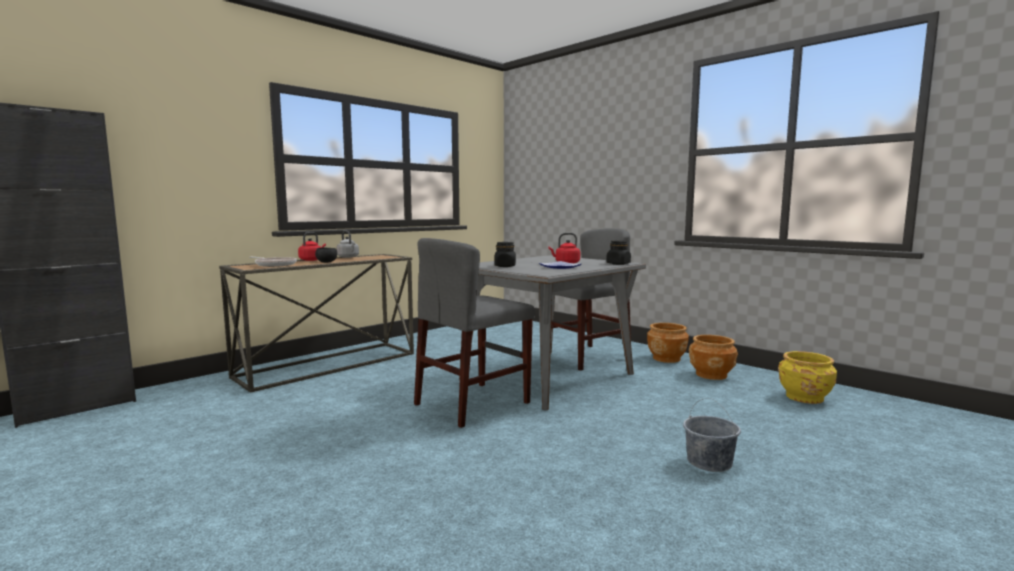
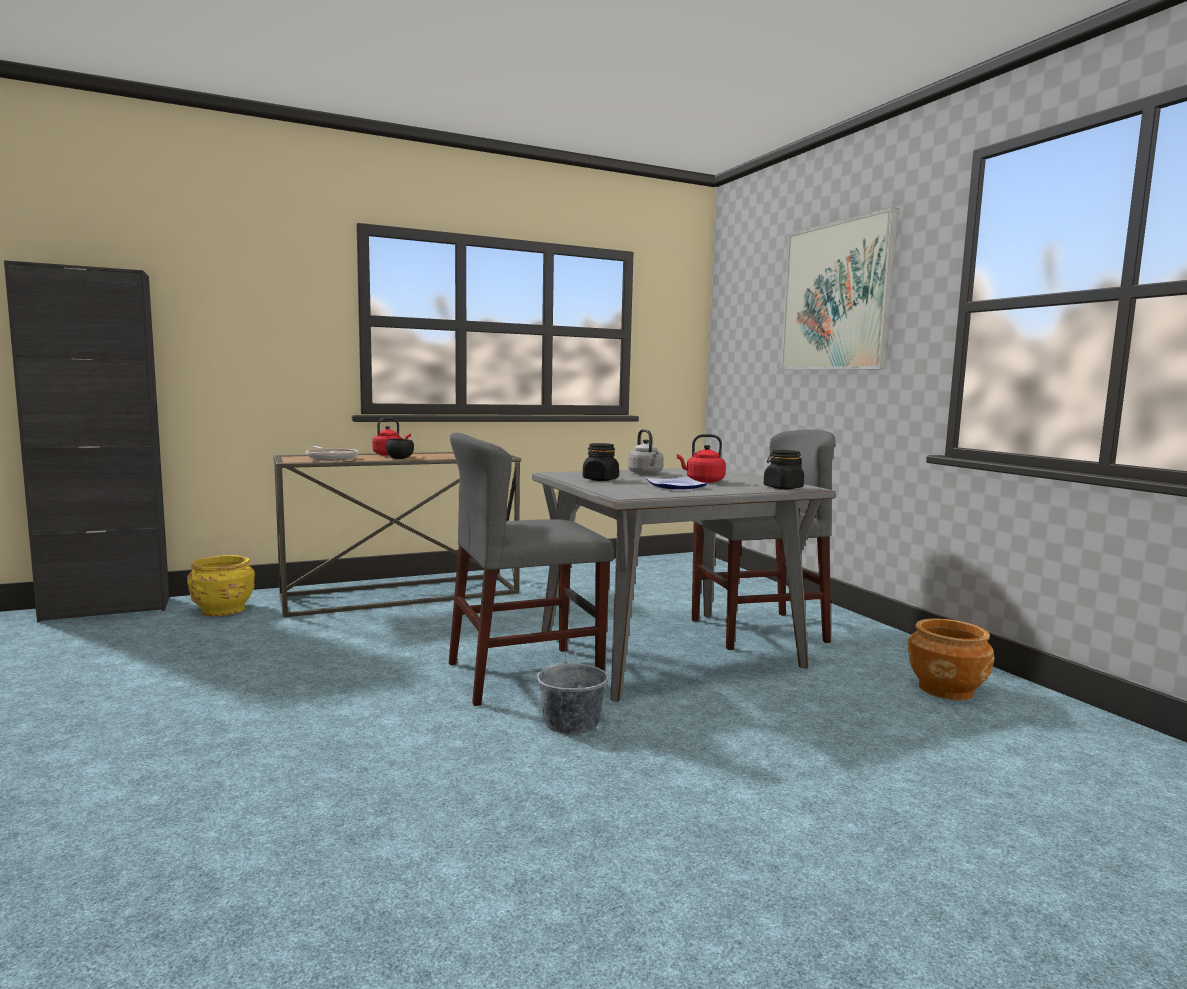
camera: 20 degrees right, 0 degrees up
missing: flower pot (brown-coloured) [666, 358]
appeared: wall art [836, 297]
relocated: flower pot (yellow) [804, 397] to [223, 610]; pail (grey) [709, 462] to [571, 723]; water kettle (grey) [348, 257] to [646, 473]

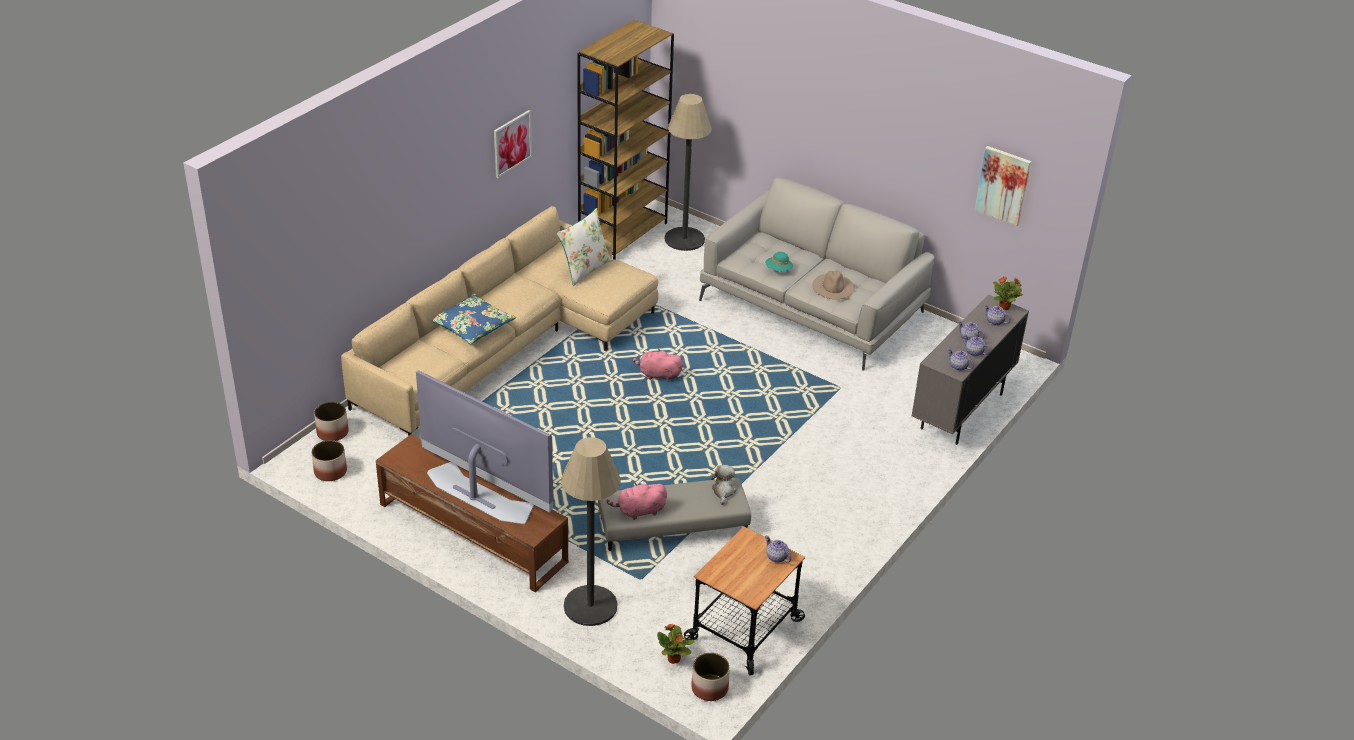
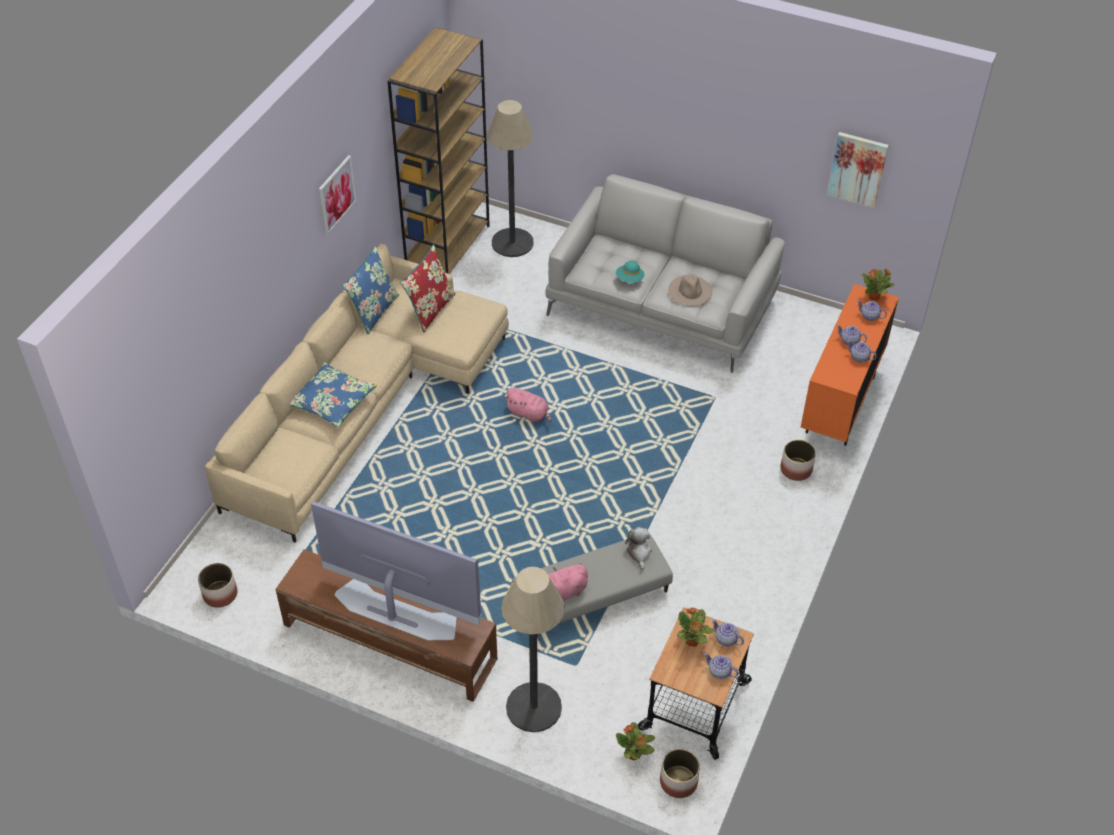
camera: 10 degrees left, 10 degrees up
appeared: throw pillow (blue-coloured) [374, 311]; plant in a pot [692, 642]
relocated: teapot [958, 366] to [719, 671]; flower pot [332, 432] to [796, 469]
colour: throw pillow (white) [584, 269] to throw pillow (reddish) [430, 309]; storage cabinet (grey) [961, 412] to storage cabinet (orange-coloured) [840, 405]
spun: cuddly toy (pink-coloured) [658, 375] = [529, 414] 150 degrees counterclockwise

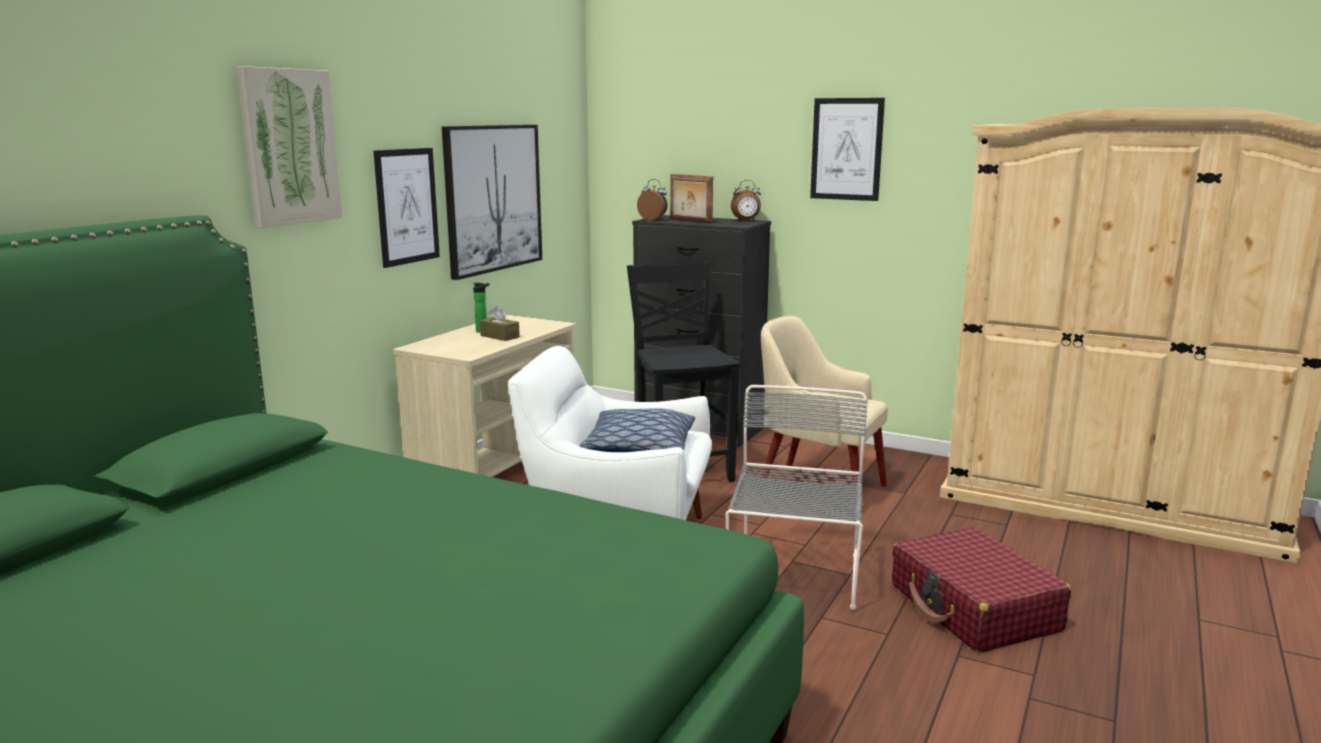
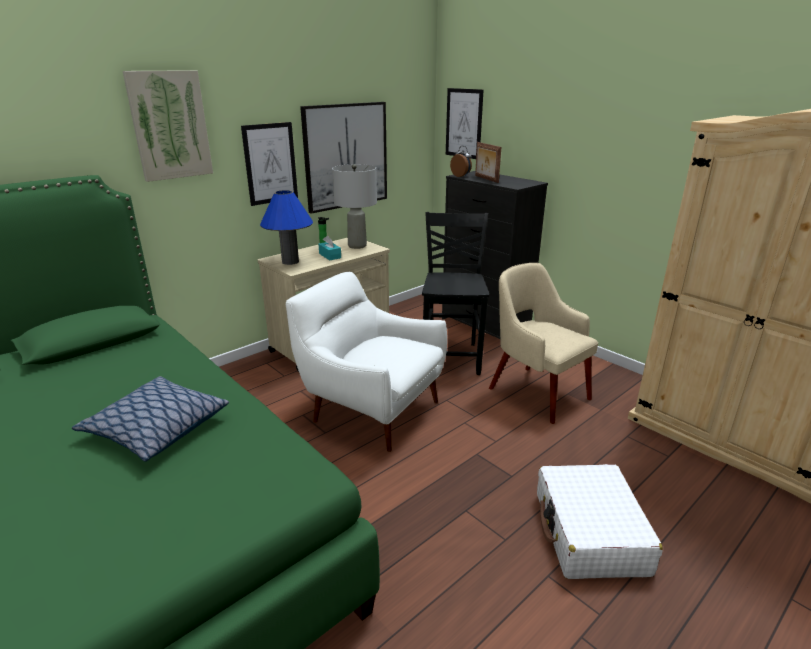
camera: 20 degrees right, 10 degrees up
missing: plain chair (grey) [794, 576]; alarm clock [746, 221]
appeared: lamp for a table (blue-coloured) [290, 262]; lamp for a table (grey) [357, 246]
relocated: throw pillow [639, 448] to [156, 429]; wall art [846, 149] to [464, 123]
colour: box of tissues (brown-coloured) [500, 336] to box of tissues (turquoise-coloured) [330, 256]; suitcase (reddish) [974, 608] to suitcase (white) [589, 533]

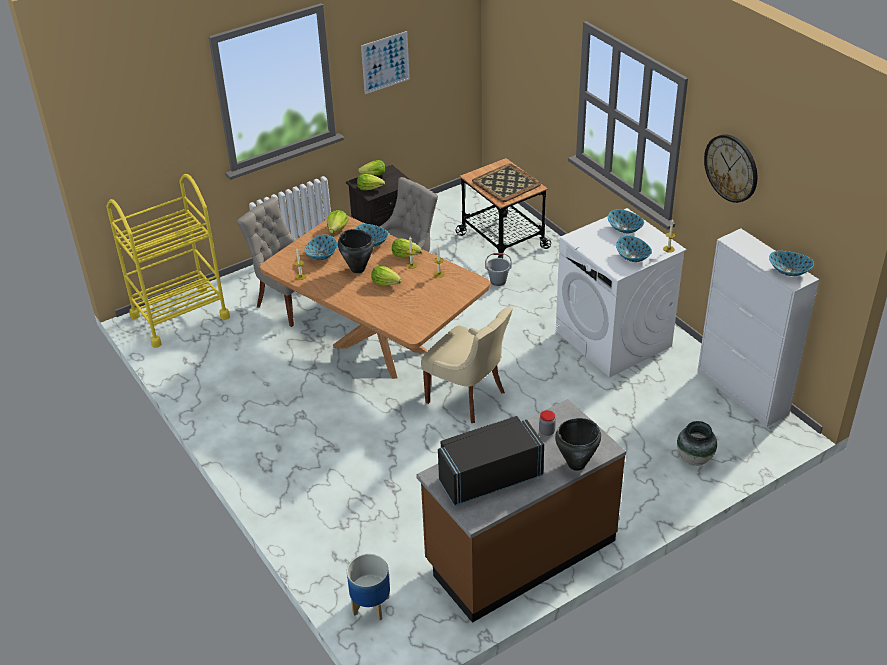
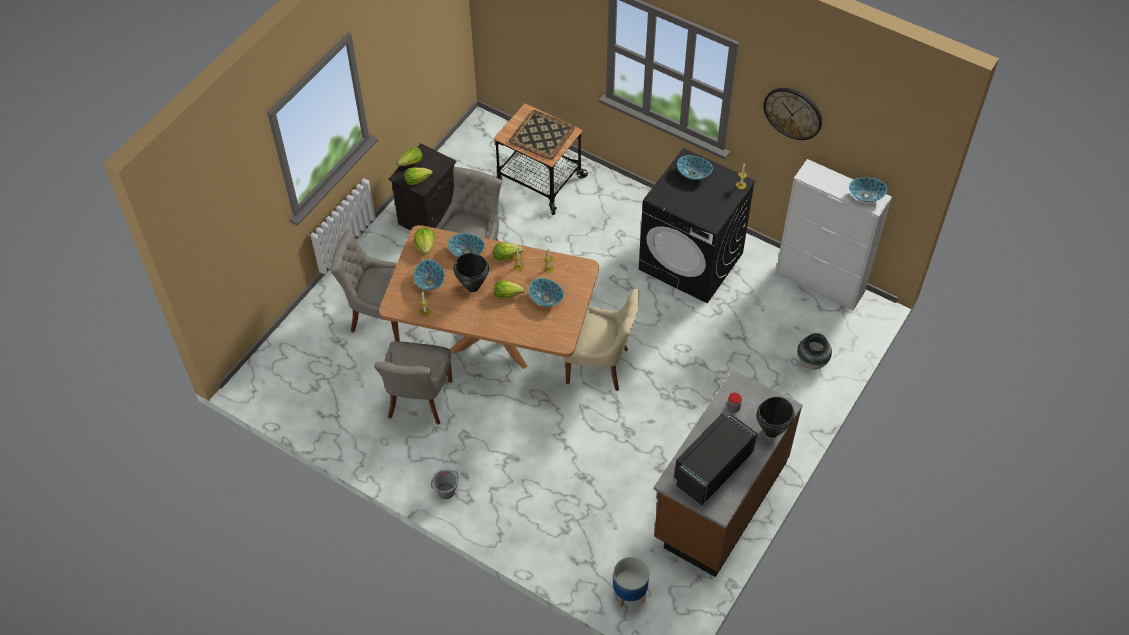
camera: 25 degrees left, 15 degrees up
missing: wheeled cart (yellow) [180, 316]; wall art [385, 62]
appeared: plain chair (grey) [418, 400]
relocated: pail (grey) [498, 281] to [446, 491]; serving bowl [632, 257] to [546, 298]
colour: laundry appliance (white) [613, 339] to laundry appliance (black) [691, 261]

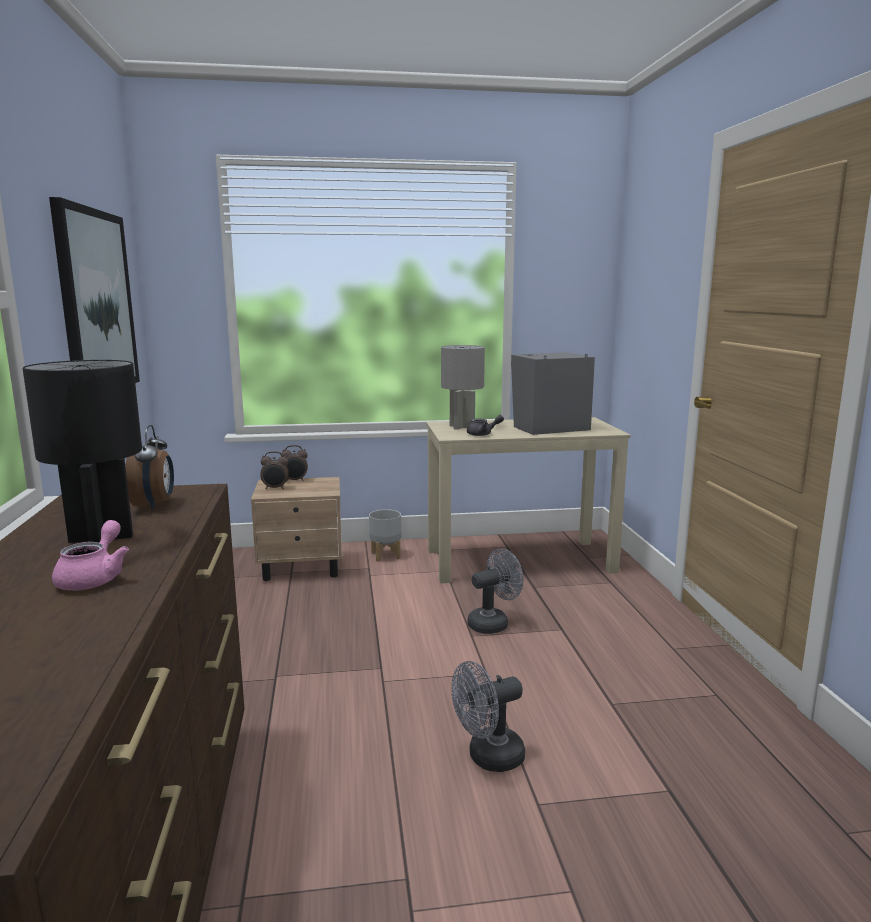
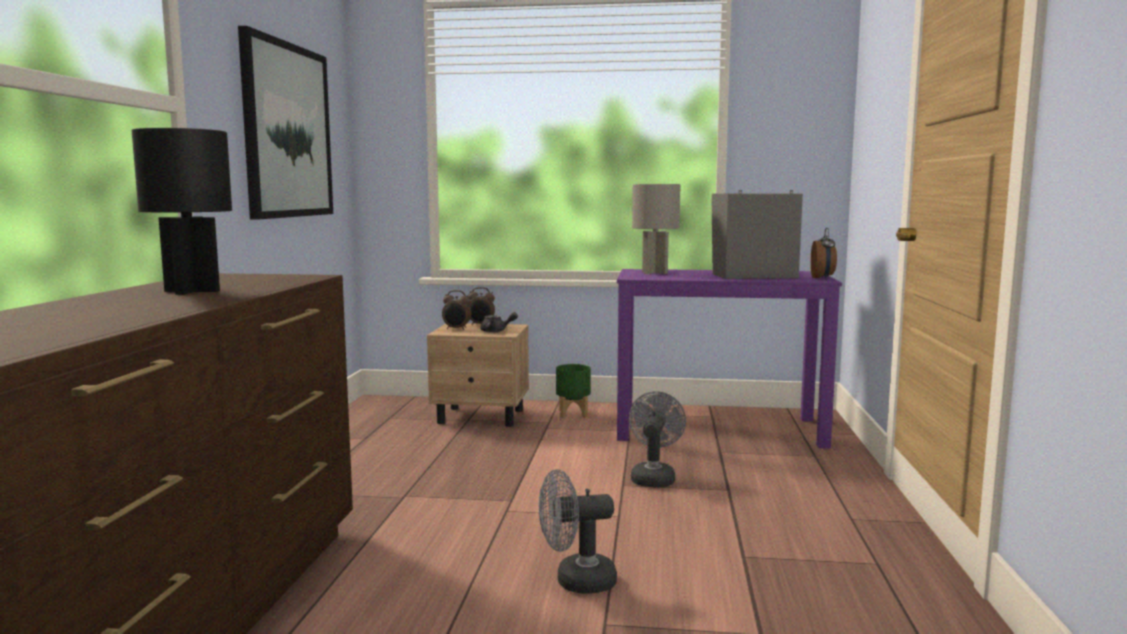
camera: 15 degrees right, 5 degrees down
missing: teapot (pink-coloured) [94, 578]
relocated: teapot (grey) [483, 434] to [496, 331]; alarm clock [154, 505] to [822, 278]
colour: flower pot (grey) [385, 555] to flower pot (green) [573, 413]; desk unit (sand-coloured) [520, 560] to desk unit (purple-coloured) [719, 429]
spun: cooling fan (grey) [493, 623] = [653, 477] 60 degrees counterclockwise

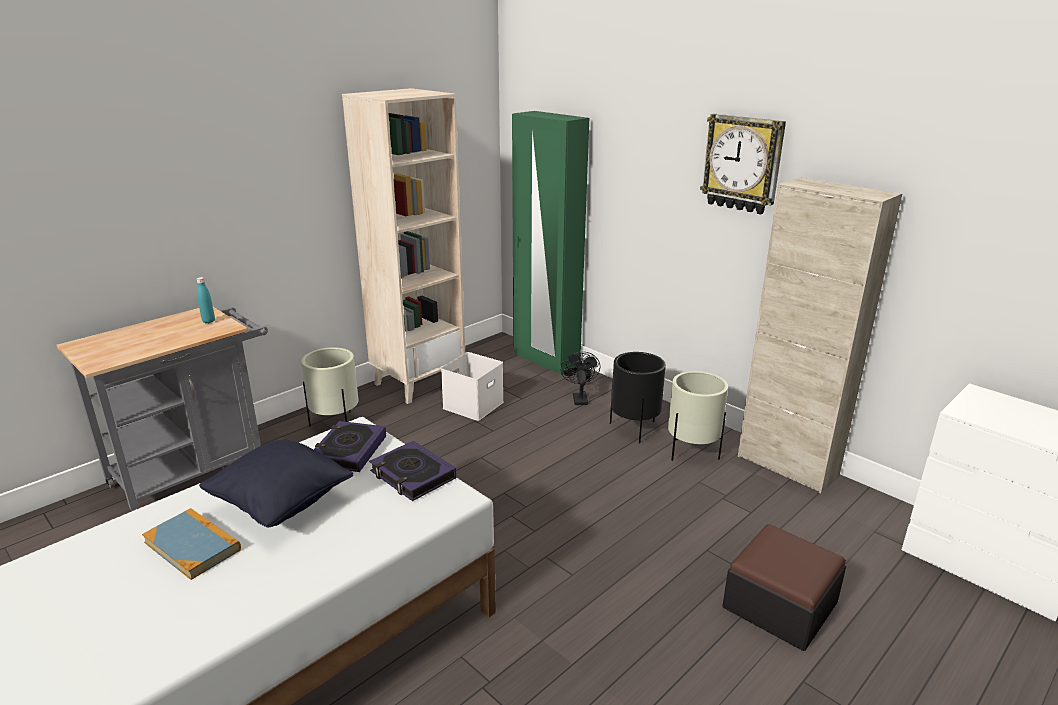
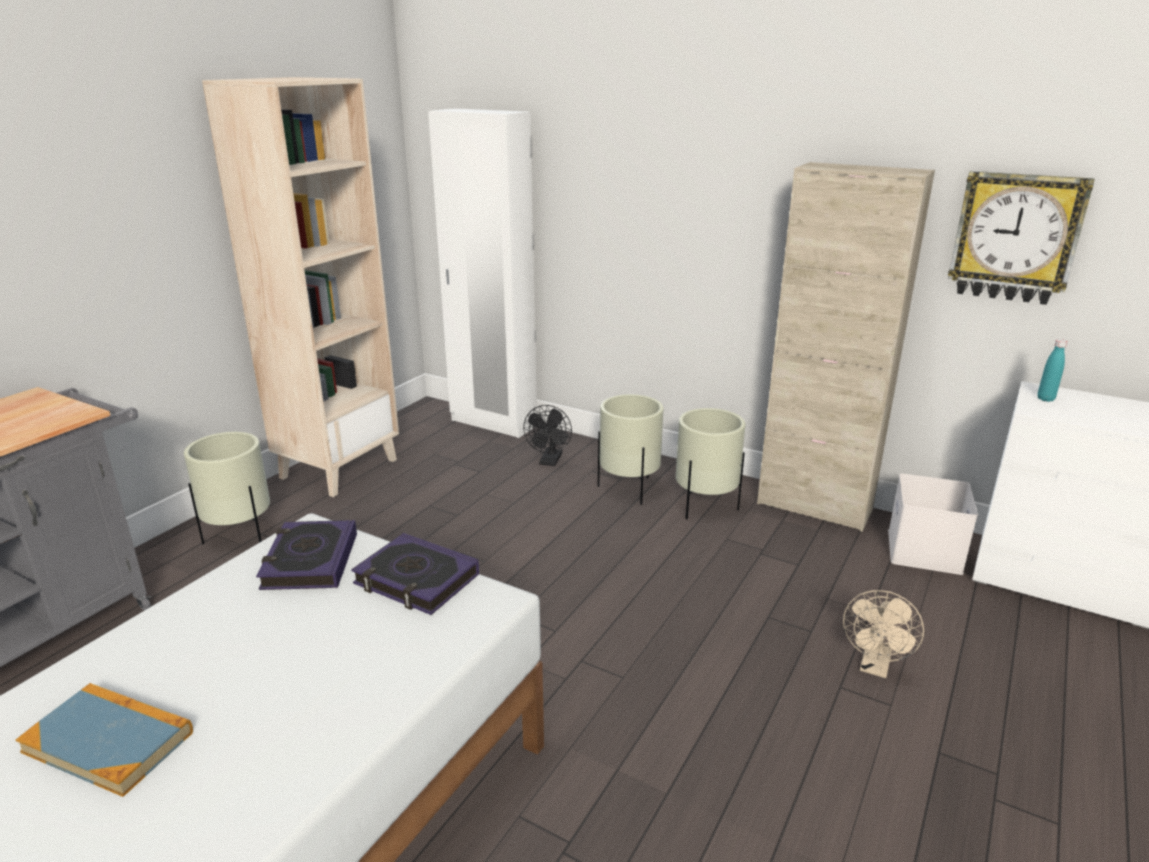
camera: 15 degrees left, 0 degrees up
missing: throw pillow (black) [281, 504]
relocated: storage box (white) [473, 404] to [922, 550]; wall clock [742, 163] to [1015, 237]; drink bottle (turquoise-coloured) [208, 321] to [1045, 399]
exchanged: pouffe [779, 605] to cooling fan (sand-coloured) [875, 667]
colour: wardrobe (green) [546, 360] to wardrobe (white) [493, 423]; flower pot (black) [634, 429] to flower pot (sand-coloured) [628, 489]
spun: cooling fan (black) [579, 397] = [550, 461] 150 degrees counterclockwise

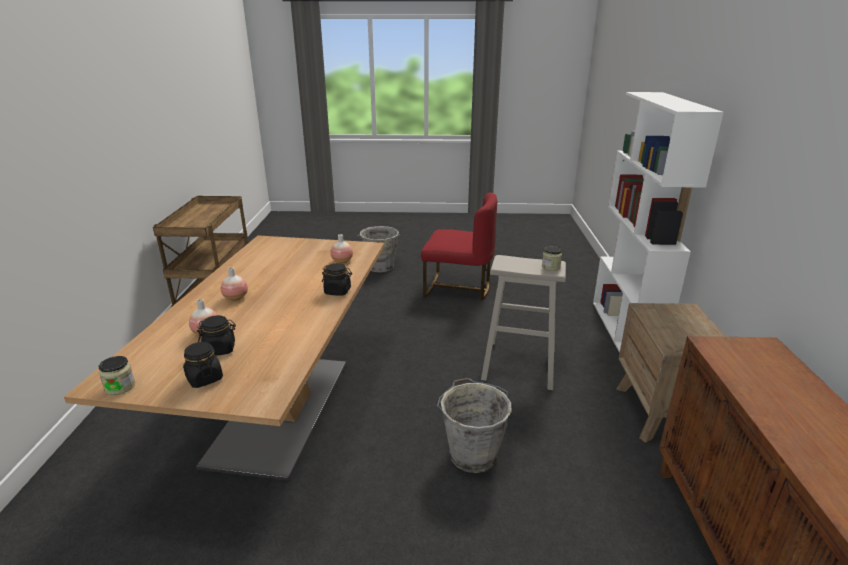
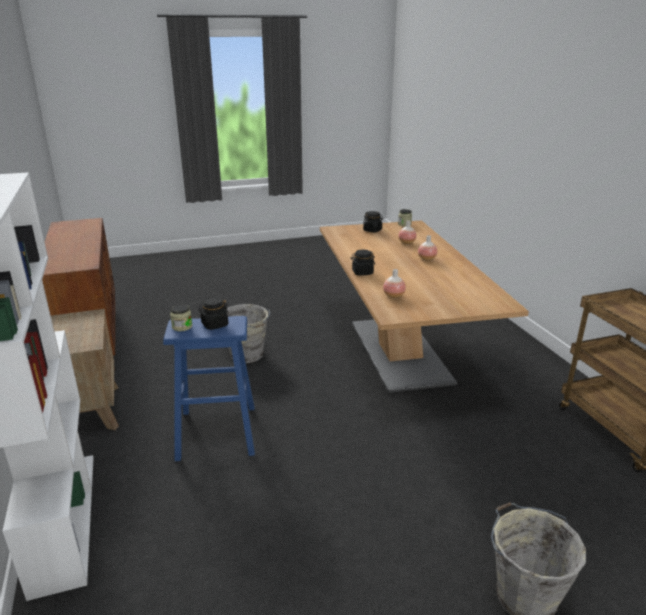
camera: 160 degrees right, 0 degrees up
missing: plain chair (reddish) [458, 288]
relocated: storage jar (black) [220, 349] to [214, 325]
colour: sitting stool (sand-coloured) [519, 364] to sitting stool (blue-coloured) [216, 432]

